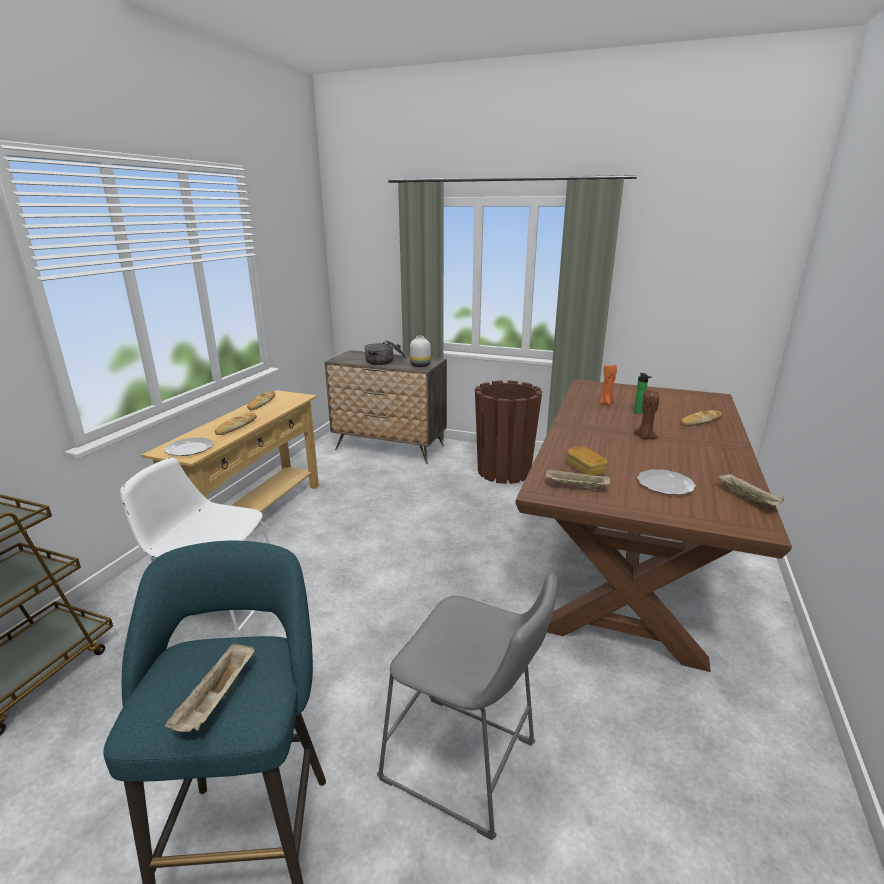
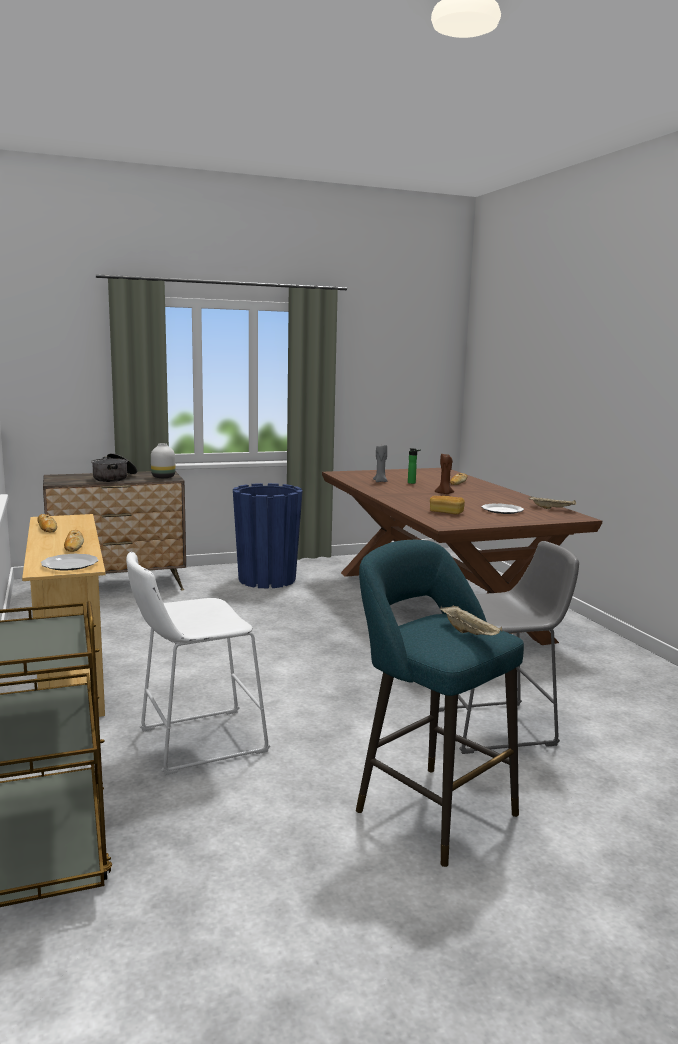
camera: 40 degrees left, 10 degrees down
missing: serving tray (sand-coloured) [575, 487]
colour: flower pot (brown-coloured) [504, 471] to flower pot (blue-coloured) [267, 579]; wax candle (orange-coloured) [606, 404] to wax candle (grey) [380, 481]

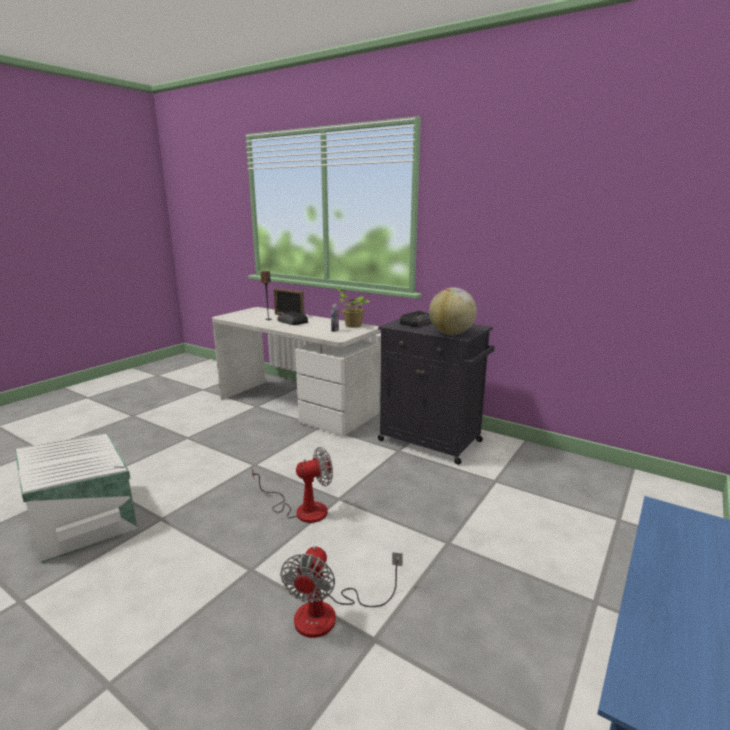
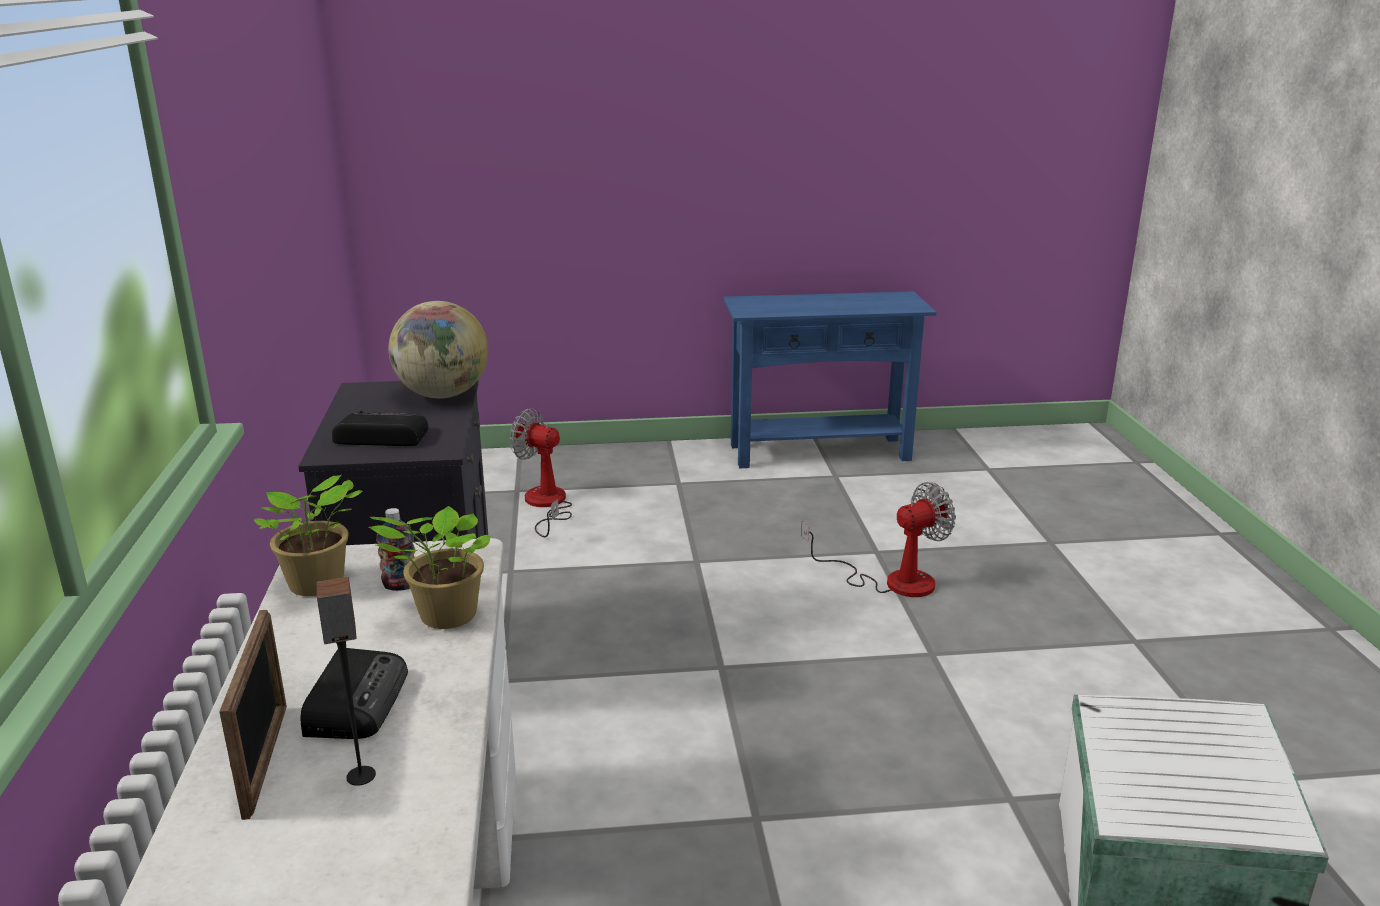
camera: 130 degrees left, 5 degrees up
appeared: plant in a pot [444, 617]
relocated: cooling fan [302, 509] to [546, 505]

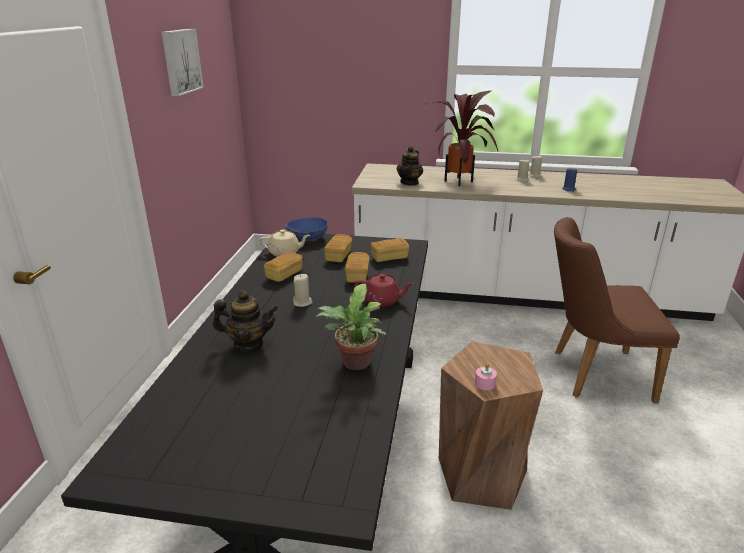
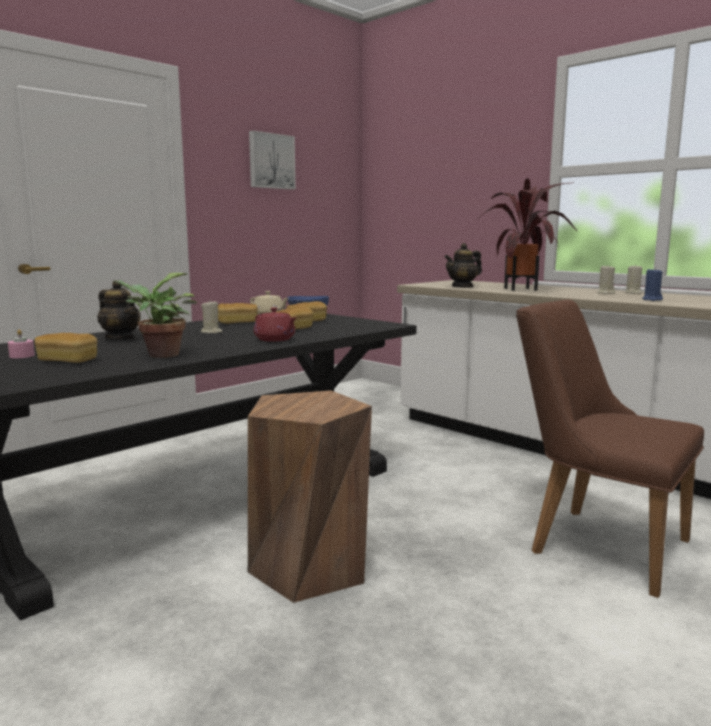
camera: 35 degrees right, 15 degrees down
relocated: wax candle (pink-coloured) [485, 383] to [22, 356]; bread [389, 258] to [67, 361]

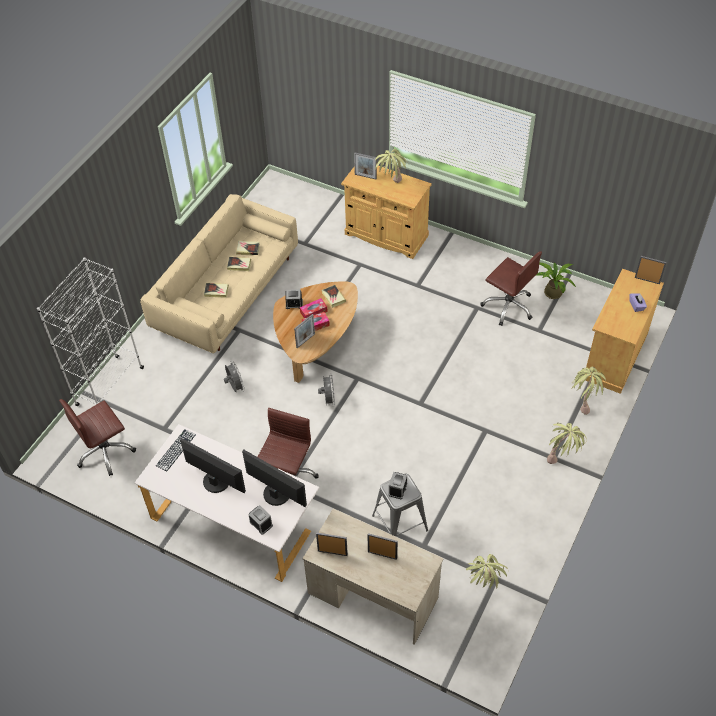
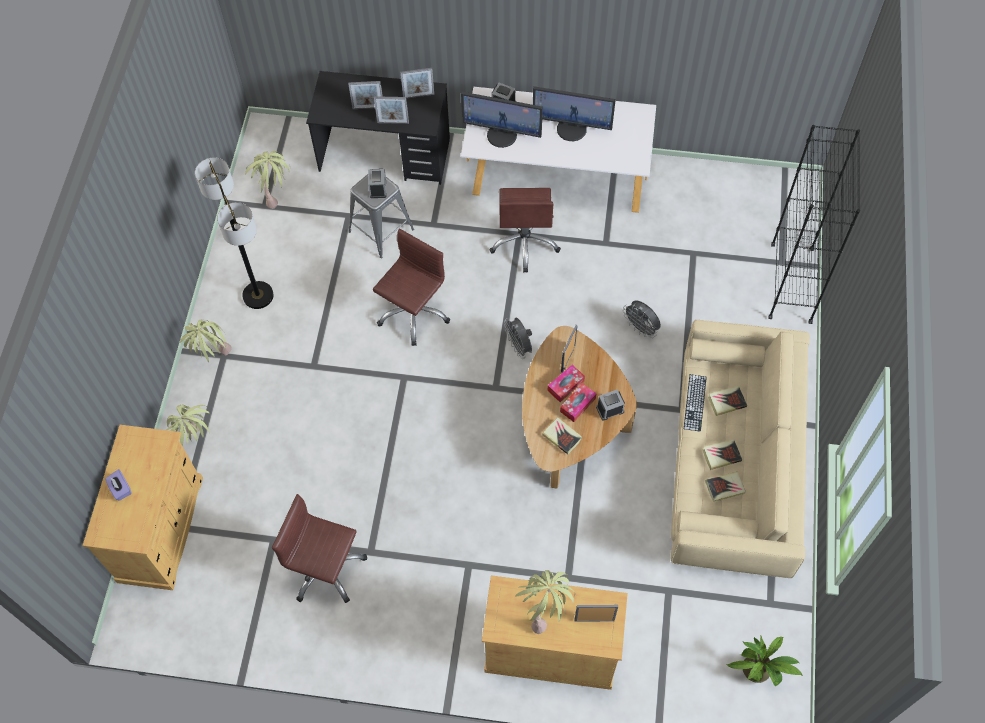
camera: 160 degrees right, 10 degrees up
appeared: standard lamp [258, 296]
relocated: desk chair (brown-coloured) [105, 451] to [413, 313]; photo frame [647, 280] to [393, 122]; PC keyboard [176, 450] to [695, 402]; plant in a pot [551, 291] to [759, 671]
colour: desk unit (sand-coloured) [372, 595] to desk unit (black) [385, 155]; shelving unit (white) [109, 386] to shelving unit (black) [791, 282]

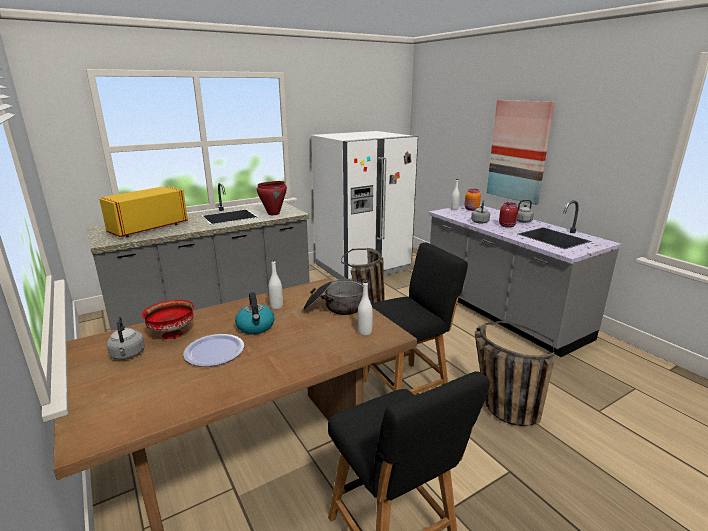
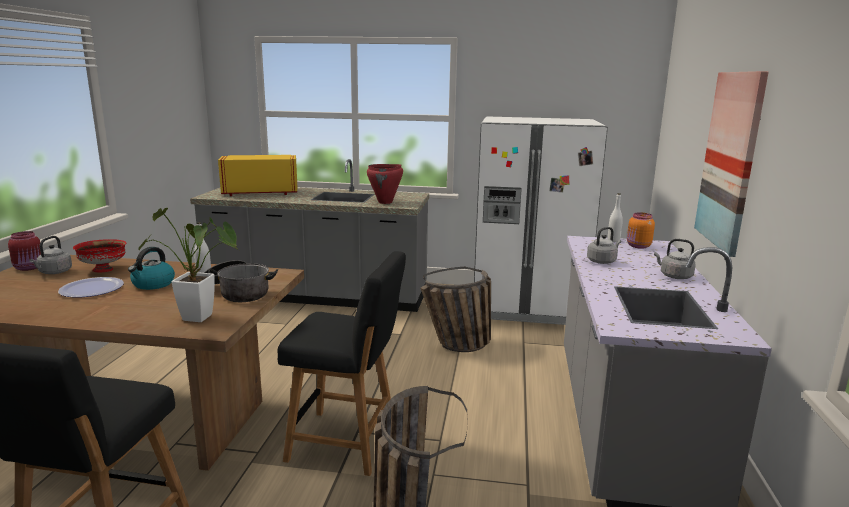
camera: 40 degrees right, 5 degrees down
relocated: storage jar (reddish) [507, 226] to [29, 268]
exchanged: drink bottle (white) [365, 332] to plant in a pot [203, 318]

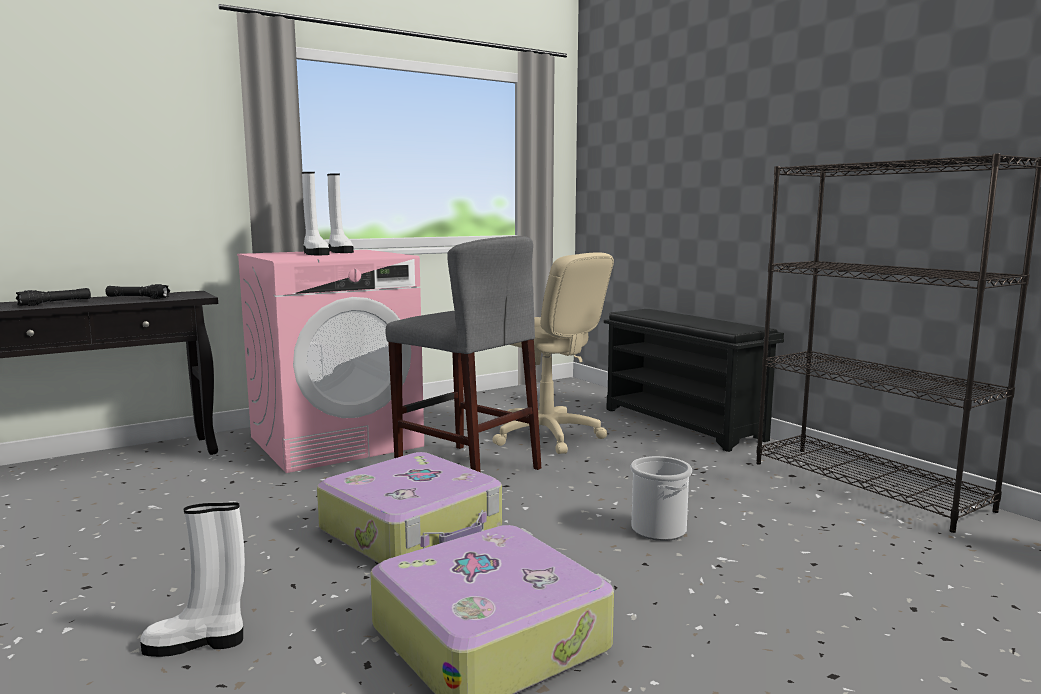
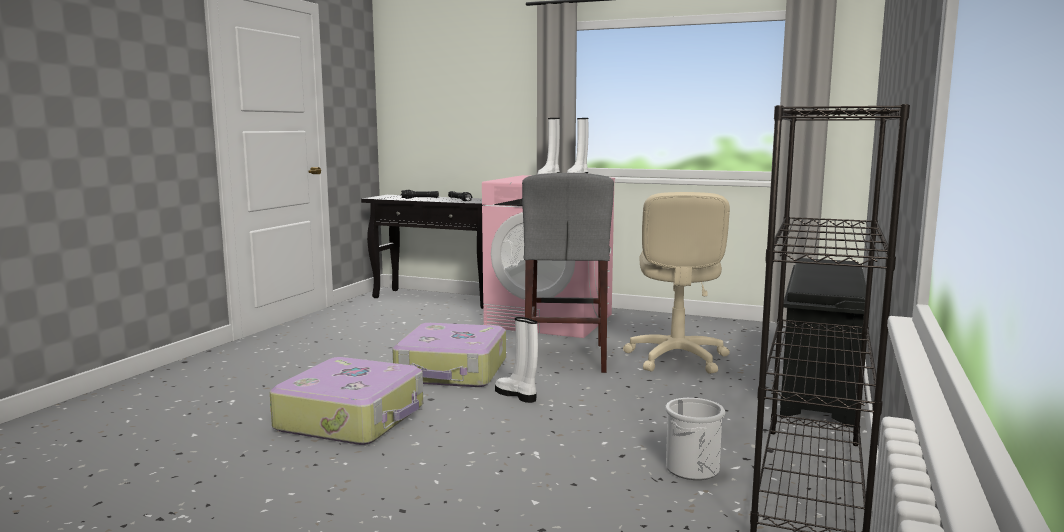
camera: 55 degrees right, 0 degrees up
relocated: tall boot (white) [197, 643] to [517, 395]; pail [659, 530] to [692, 469]

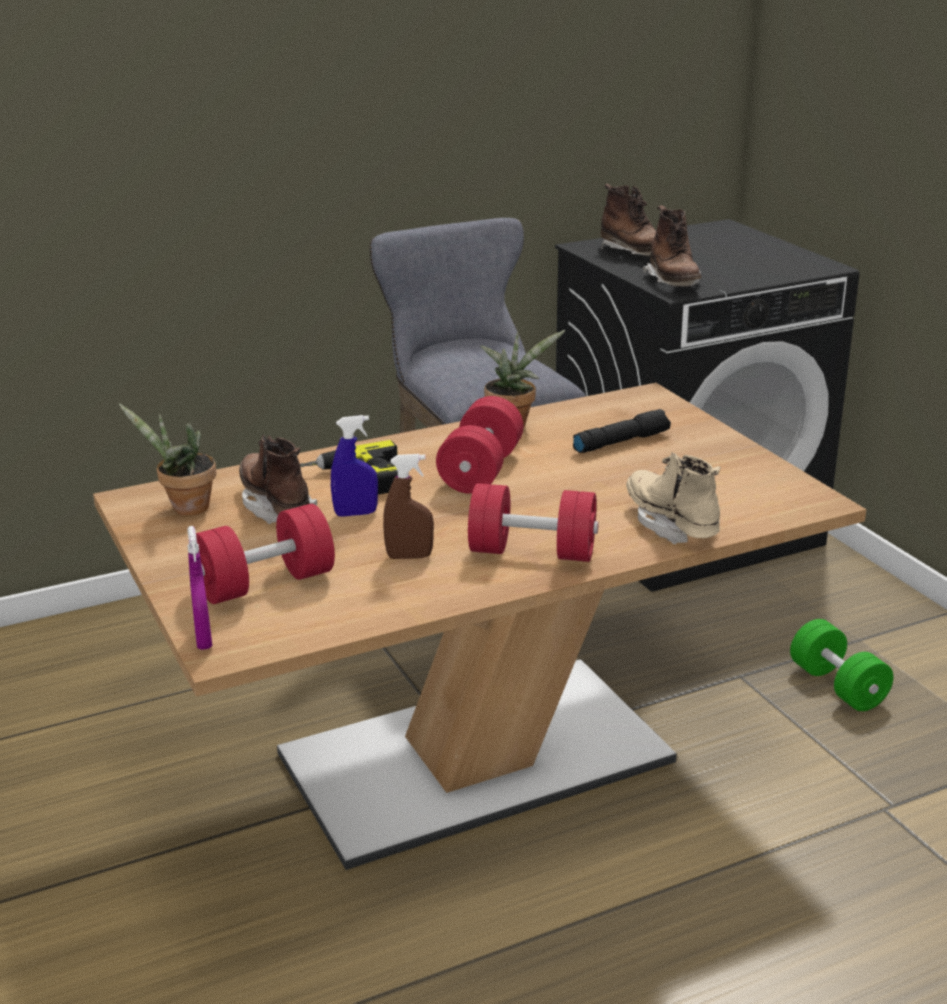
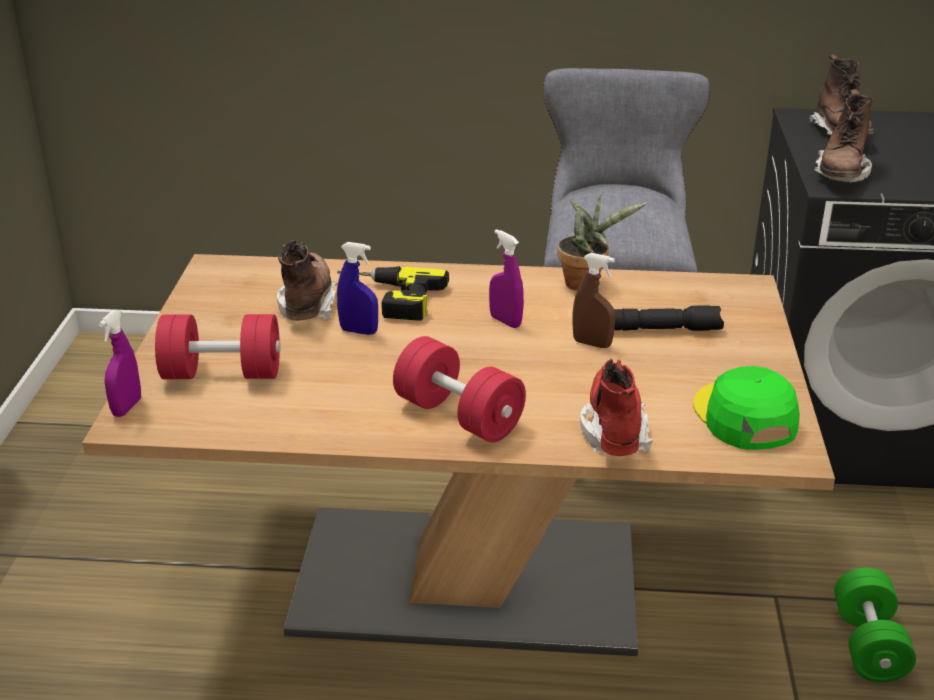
camera: 30 degrees right, 5 degrees up
missing: plant in a pot [185, 508]
appeared: peaked cap (green) [743, 417]
relocated: sprayer (brown-coloured) [409, 556] to [592, 343]
exchanged: hand weight (reddish) [481, 471] to sprayer (purple-coloured) [505, 321]
colour: tall boot (sand-coloured) [671, 525] to tall boot (reddish) [614, 430]

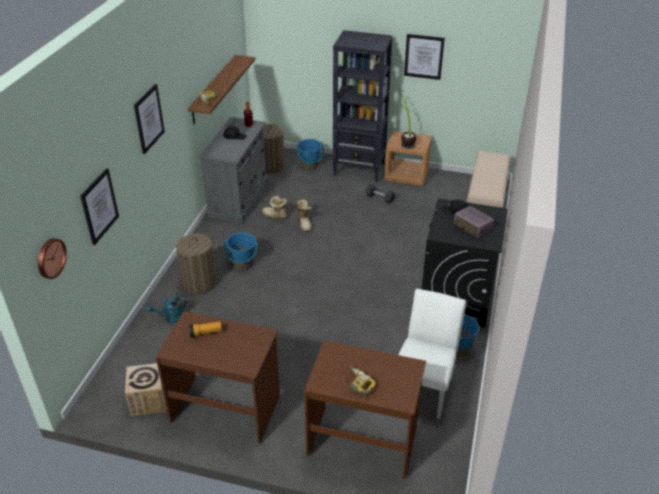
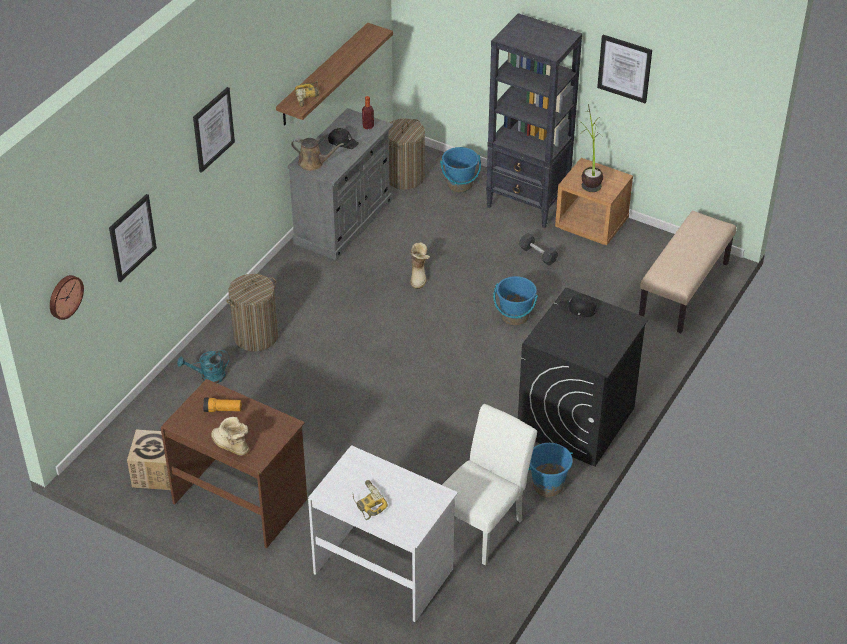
camera: 15 degrees right, 5 degrees up
missing: radio receiver [472, 227]
appeared: sprinkling can (brown-coloured) [313, 163]
relocated: tall boot [275, 216] to [230, 446]; pail (blue-coloured) [243, 263] to [514, 317]
colour: desk unit (brown-coloured) [363, 440] to desk unit (white) [384, 570]

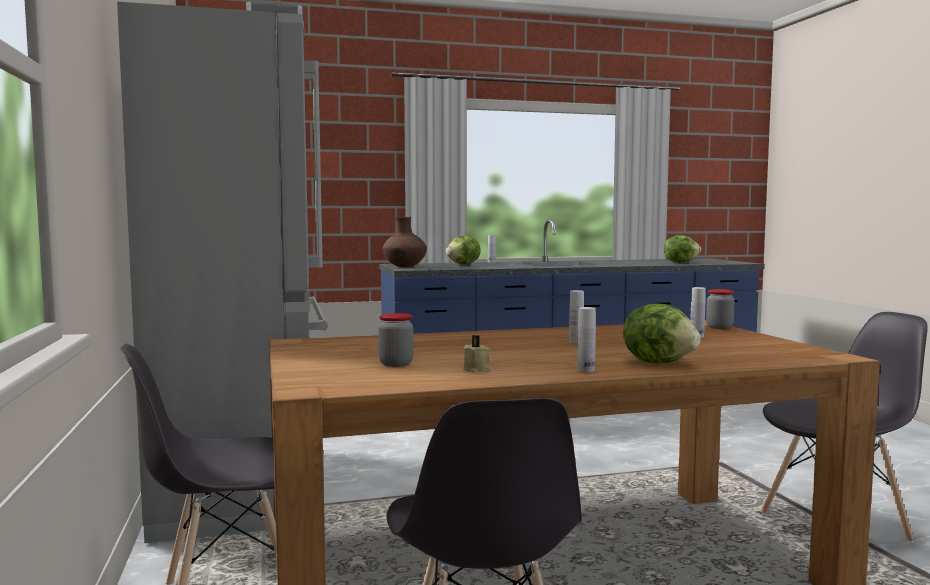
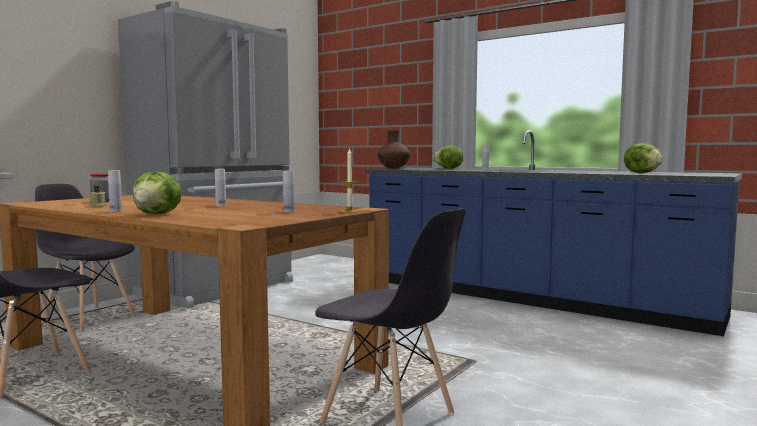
camera: 50 degrees right, 0 degrees up
exchanged: storage jar [719, 327] to wax candle [349, 211]

